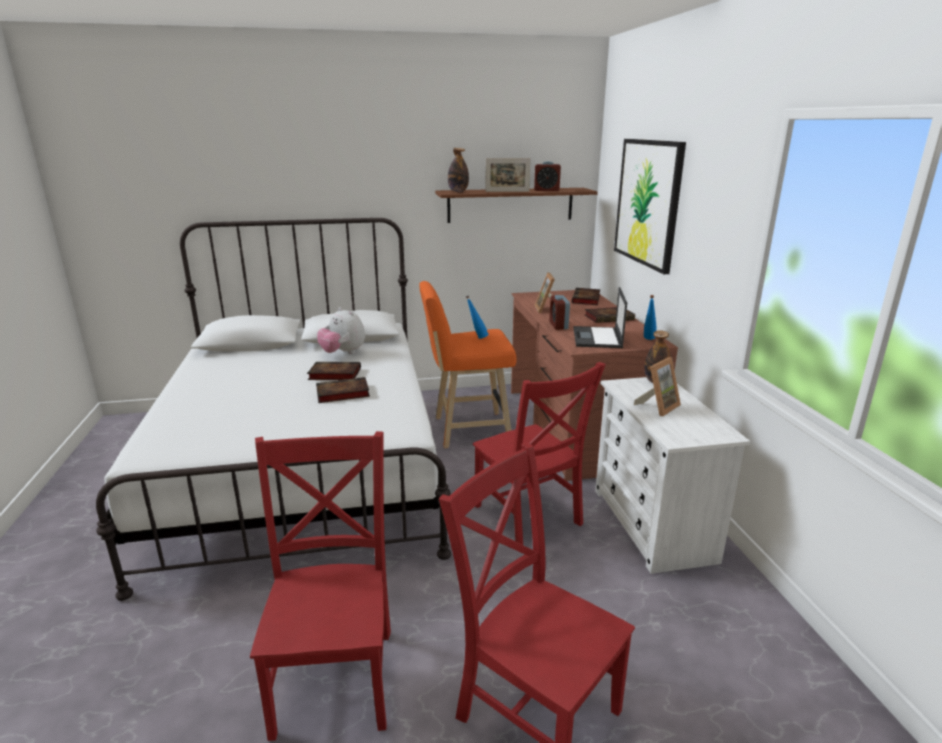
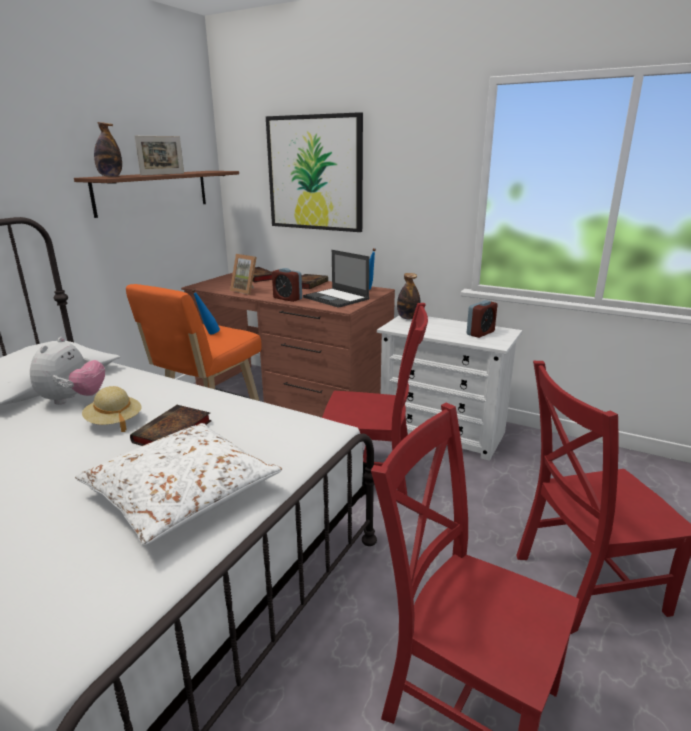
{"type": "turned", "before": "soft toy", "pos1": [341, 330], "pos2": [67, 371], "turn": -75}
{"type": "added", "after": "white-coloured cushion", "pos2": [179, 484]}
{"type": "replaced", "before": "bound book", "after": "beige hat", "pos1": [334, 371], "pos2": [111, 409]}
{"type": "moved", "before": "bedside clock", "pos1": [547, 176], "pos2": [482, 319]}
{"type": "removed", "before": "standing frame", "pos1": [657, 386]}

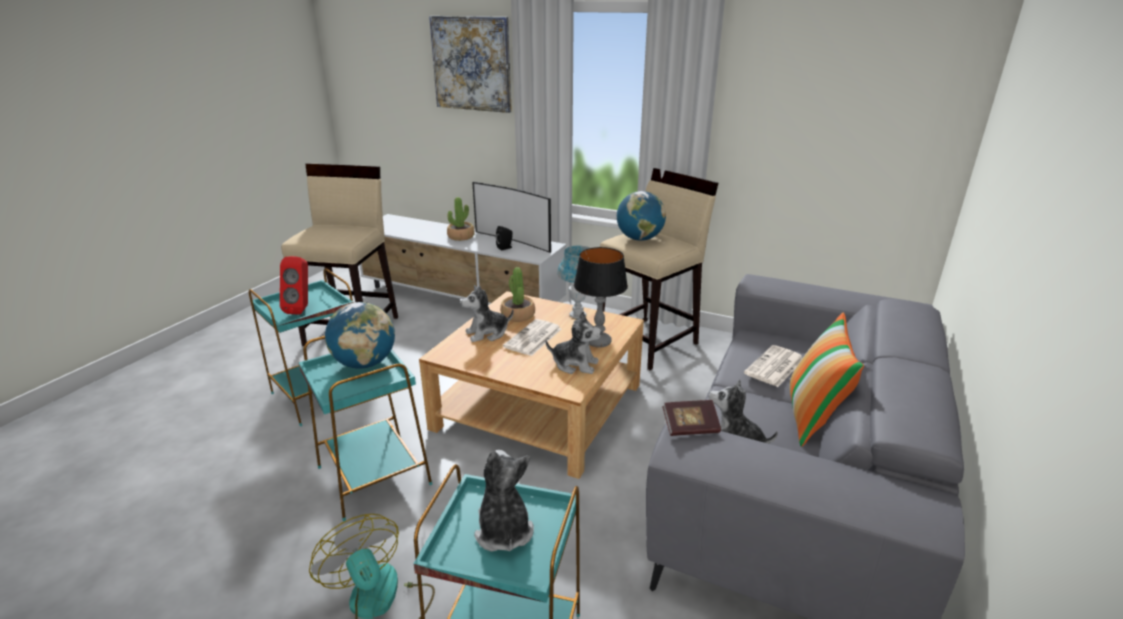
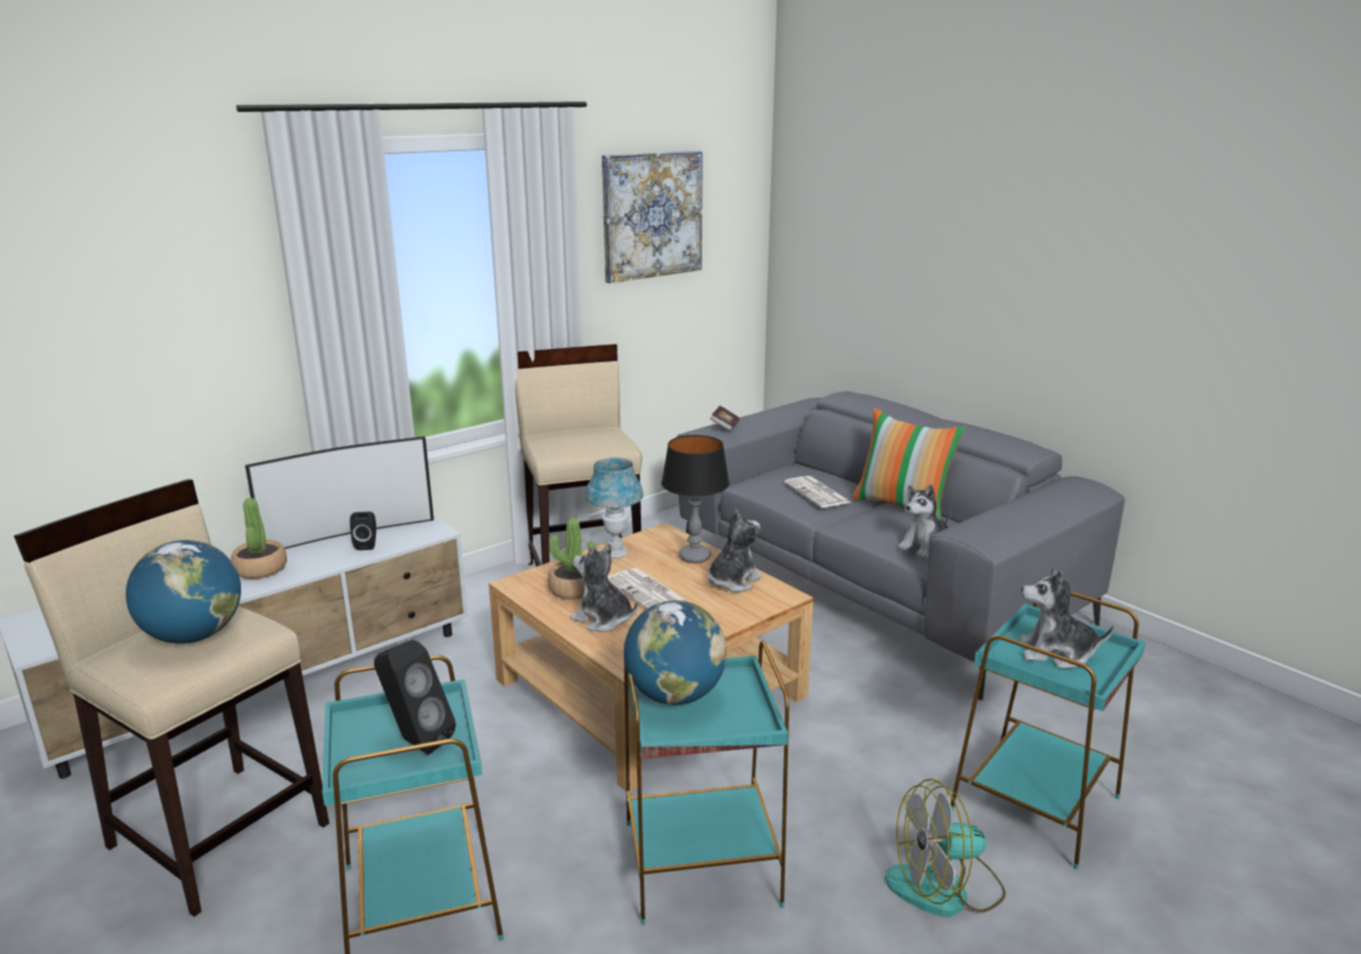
{"type": "moved", "before": "world globe", "pos1": [641, 216], "pos2": [183, 592]}
{"type": "recoloured", "before": "reddish loudspeaker", "after": "black-coloured loudspeaker", "pos1": [294, 285], "pos2": [415, 697]}
{"type": "turned", "before": "soft toy", "pos1": [487, 313], "pos2": [604, 588], "turn": 120}
{"type": "moved", "before": "wall art", "pos1": [470, 64], "pos2": [652, 216]}
{"type": "moved", "before": "bound book", "pos1": [691, 418], "pos2": [725, 418]}

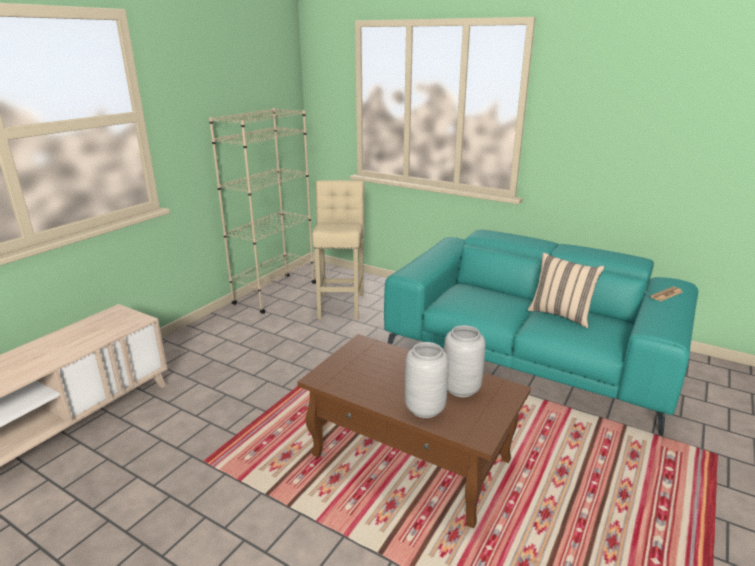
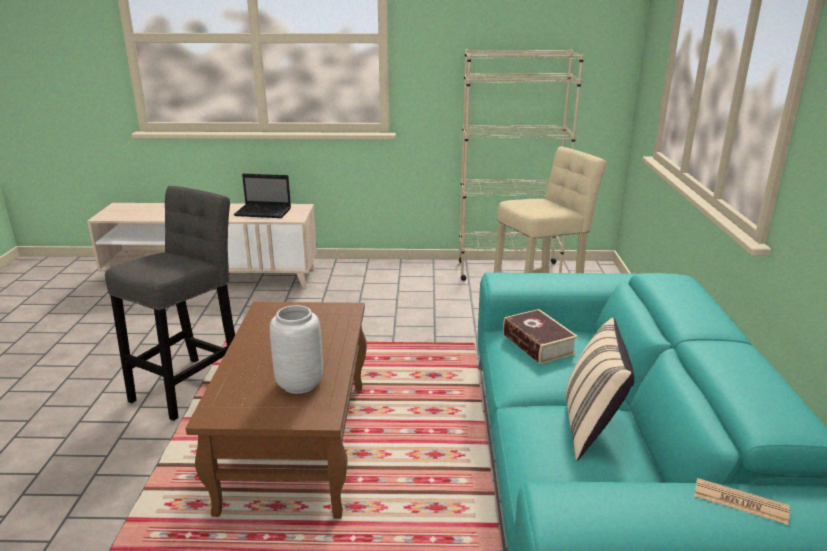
{"type": "added", "after": "grey stool", "pos2": [170, 303]}
{"type": "added", "after": "notebook computer", "pos2": [262, 195]}
{"type": "added", "after": "bound book", "pos2": [540, 336]}
{"type": "removed", "before": "grey vase", "pos1": [427, 380]}

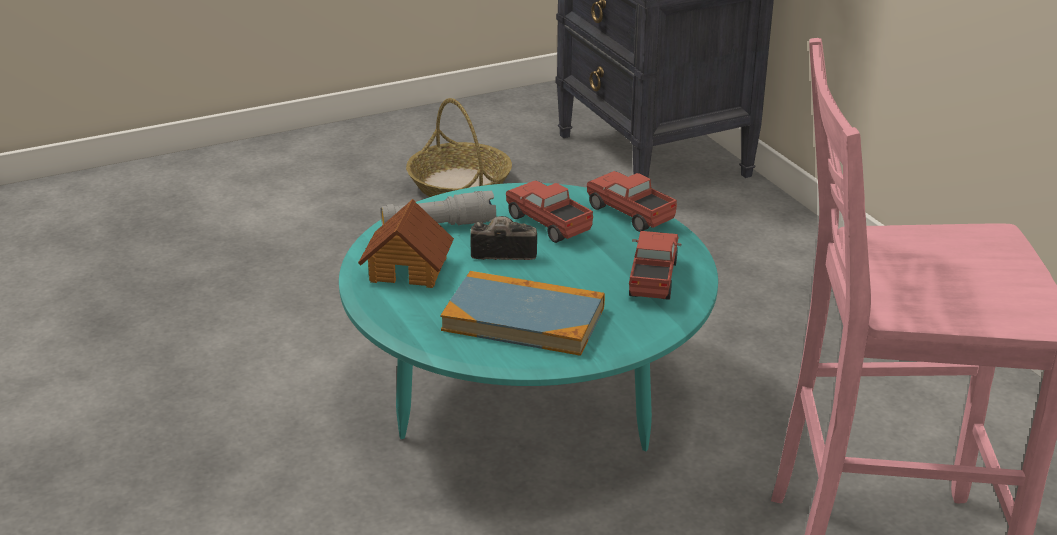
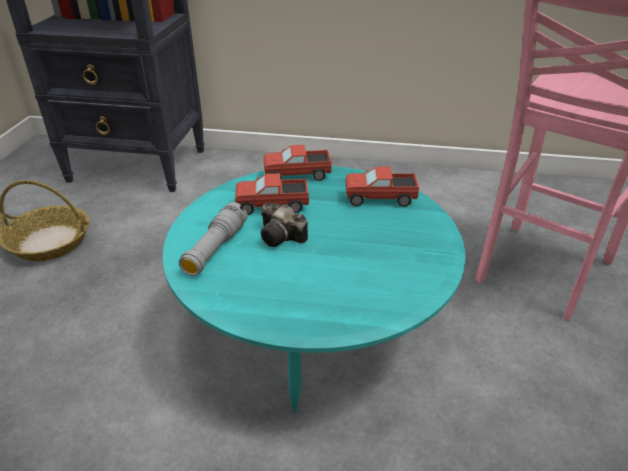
{"type": "turned", "before": "still camera", "pos1": [503, 238], "pos2": [284, 224], "turn": -90}
{"type": "turned", "before": "model truck", "pos1": [655, 265], "pos2": [382, 187], "turn": -45}
{"type": "removed", "before": "miniature house", "pos1": [406, 243]}
{"type": "removed", "before": "bound book", "pos1": [522, 313]}

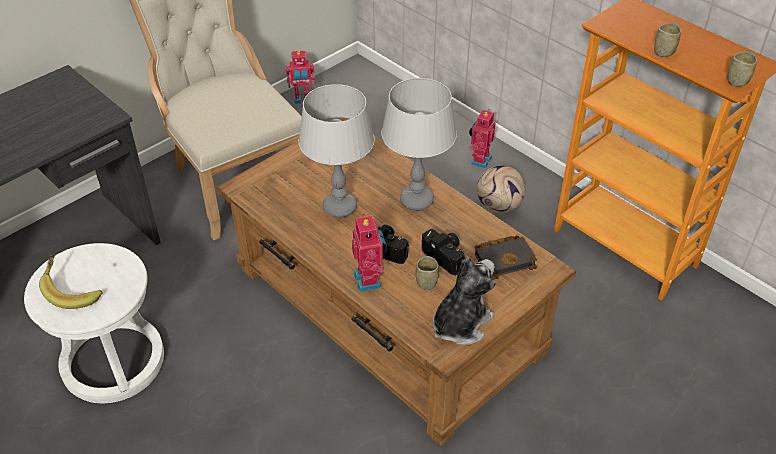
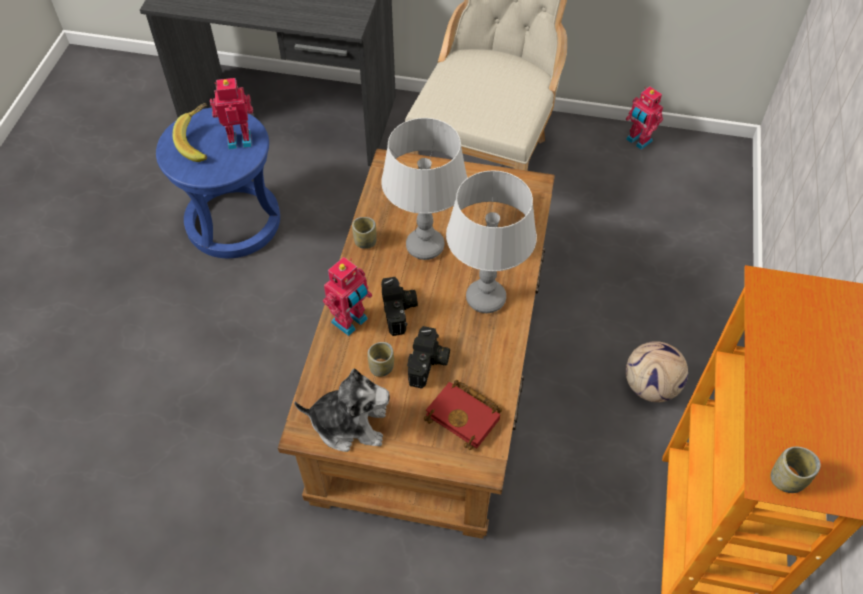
{"type": "recoloured", "before": "white-coloured stool", "after": "blue-coloured stool", "pos1": [94, 323], "pos2": [218, 183]}
{"type": "moved", "before": "robot figure", "pos1": [482, 138], "pos2": [231, 114]}
{"type": "moved", "before": "cup", "pos1": [667, 40], "pos2": [364, 233]}
{"type": "recoloured", "before": "black-coloured bound book", "after": "reddish bound book", "pos1": [506, 257], "pos2": [463, 415]}

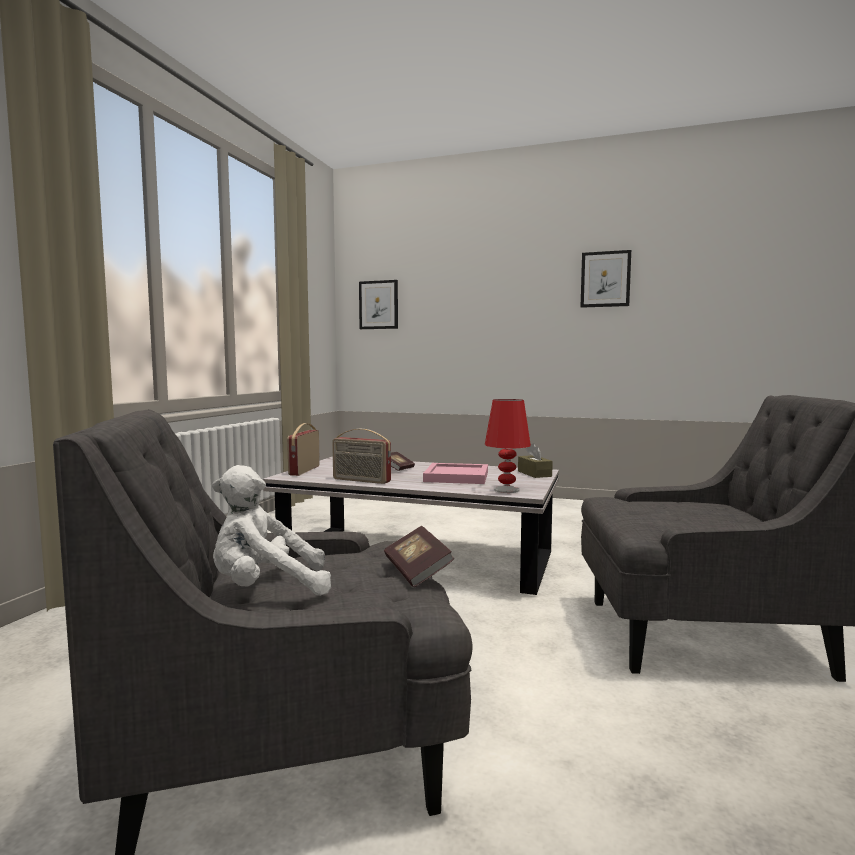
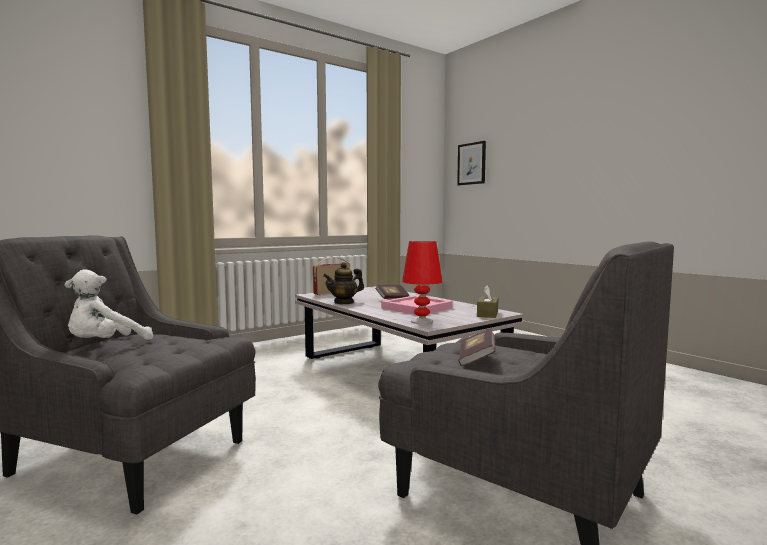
{"type": "turned", "before": "white-coloured soft toy", "pos1": [271, 530], "pos2": [109, 304], "turn": -75}
{"type": "replaced", "before": "radio set", "after": "tea pot", "pos1": [361, 456], "pos2": [343, 283]}
{"type": "moved", "before": "bound book", "pos1": [419, 556], "pos2": [477, 347]}
{"type": "removed", "before": "wall art", "pos1": [605, 279]}

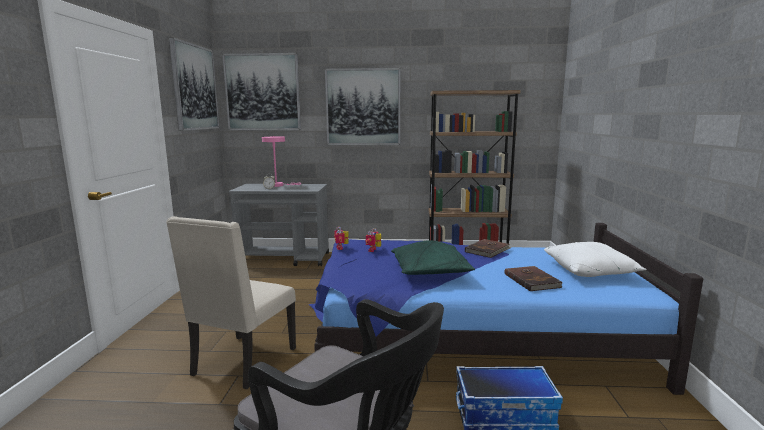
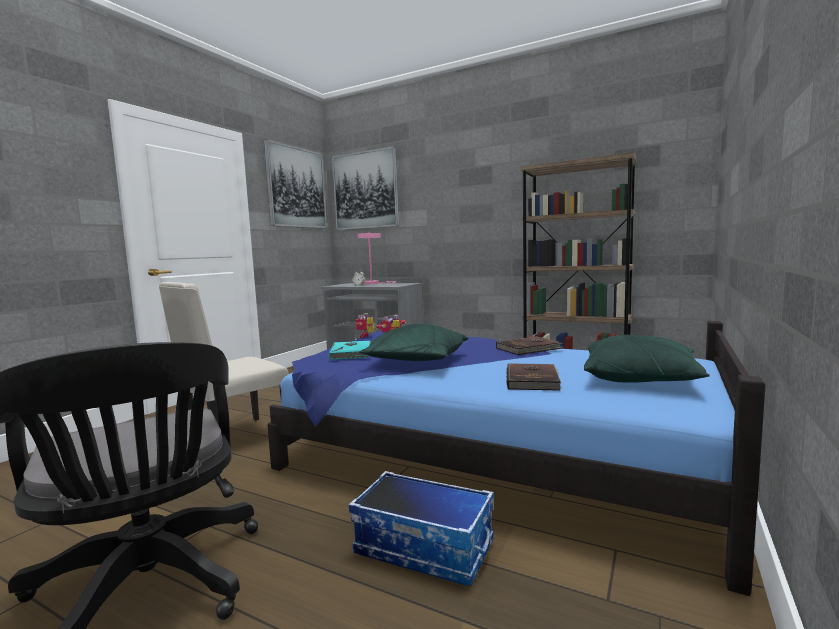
{"type": "added", "after": "blue-green bound book", "pos2": [350, 350]}
{"type": "recoloured", "before": "white-coloured cushion", "after": "green-coloured cushion", "pos1": [595, 259], "pos2": [647, 359]}
{"type": "removed", "before": "wall art", "pos1": [363, 106]}

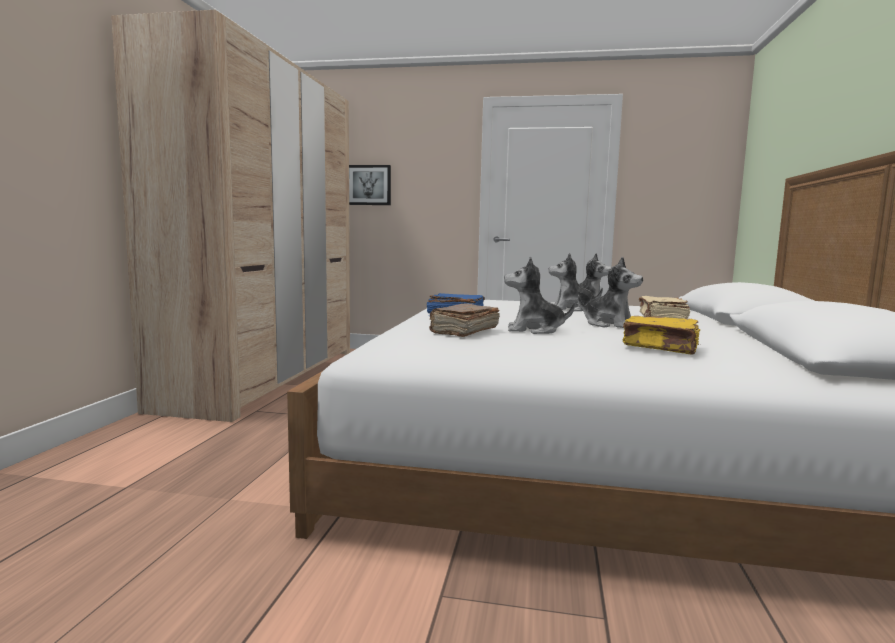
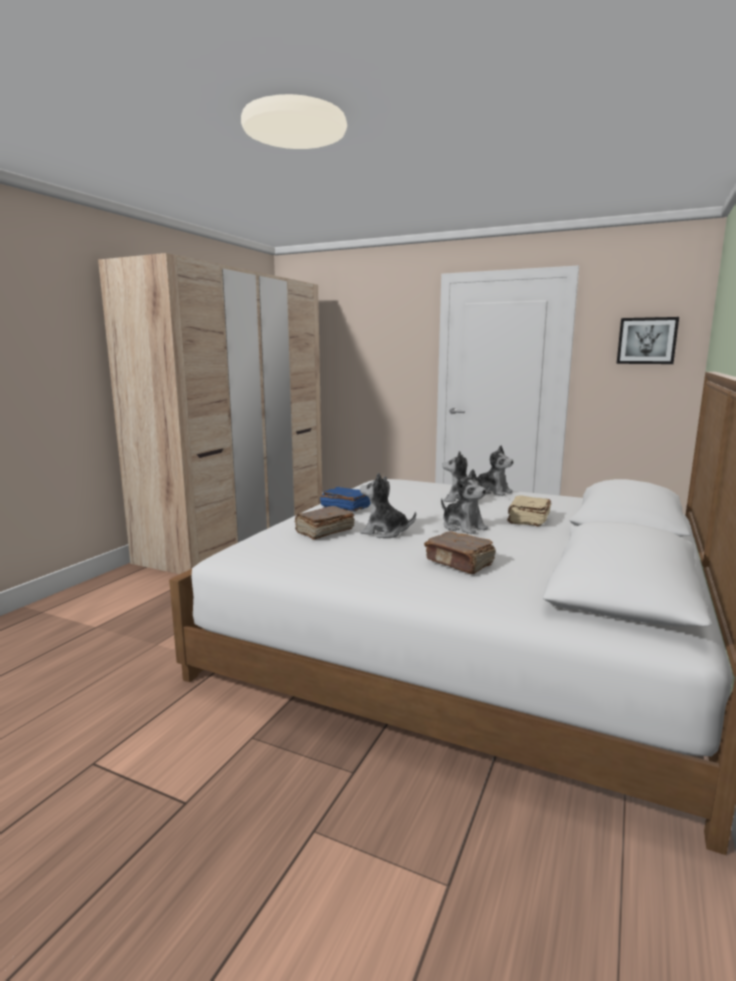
{"type": "recoloured", "before": "yellow bound book", "after": "brown bound book", "pos1": [661, 335], "pos2": [460, 552]}
{"type": "moved", "before": "wall art", "pos1": [370, 185], "pos2": [648, 340]}

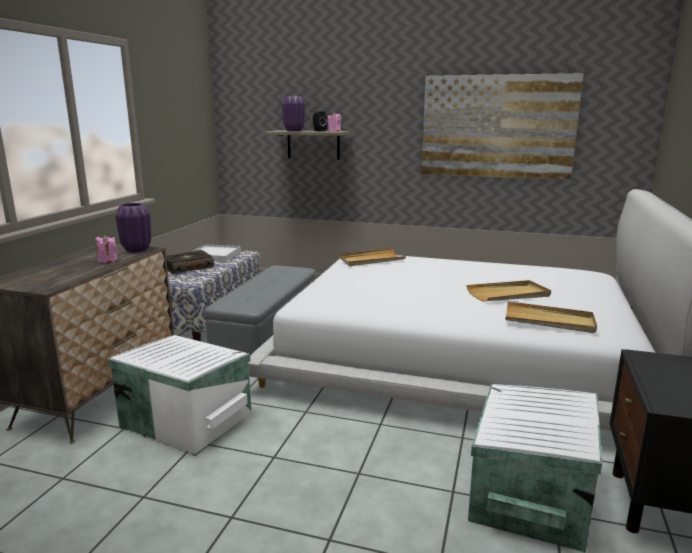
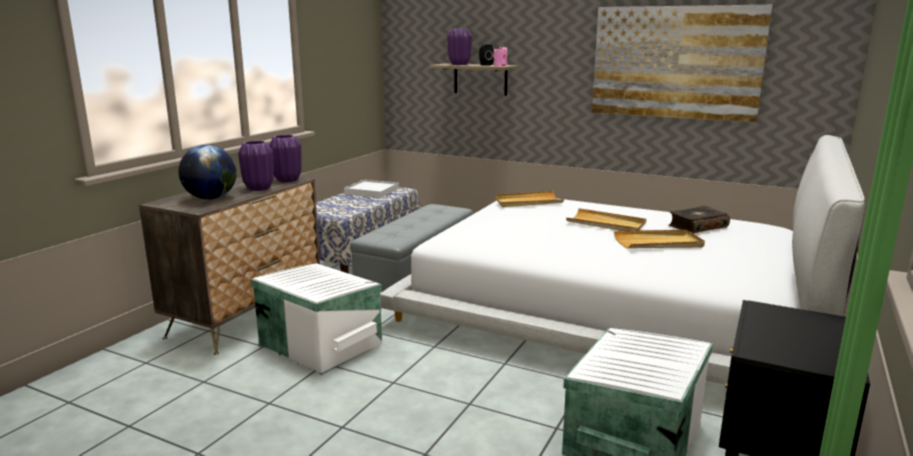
{"type": "added", "after": "world globe", "pos2": [207, 172]}
{"type": "replaced", "before": "pink-coloured candle", "after": "purple-coloured vase", "pos1": [106, 249], "pos2": [256, 166]}
{"type": "moved", "before": "beige carrying tray", "pos1": [551, 317], "pos2": [606, 219]}
{"type": "moved", "before": "bound book", "pos1": [190, 262], "pos2": [699, 219]}

